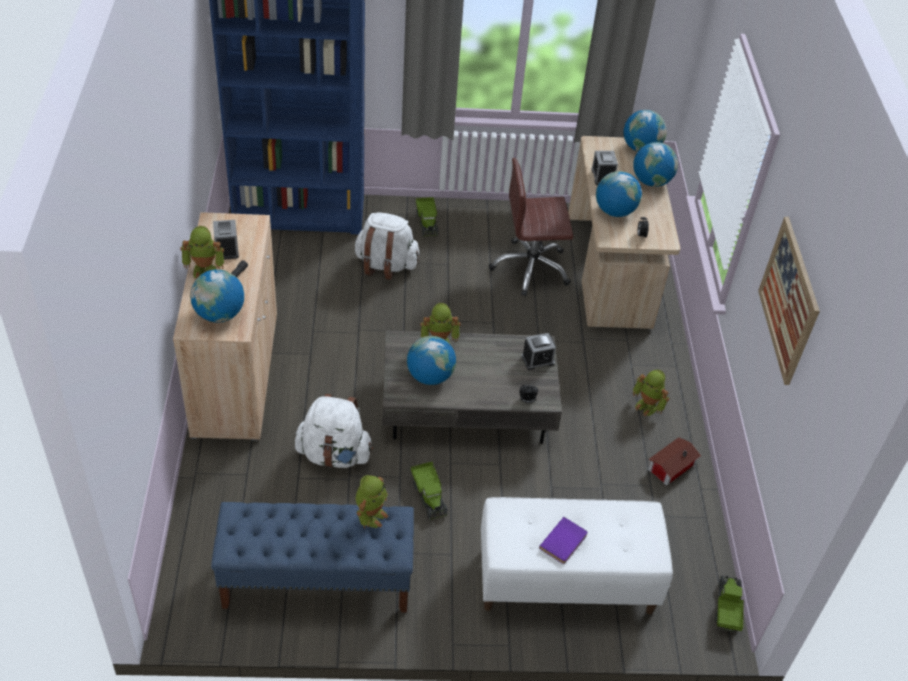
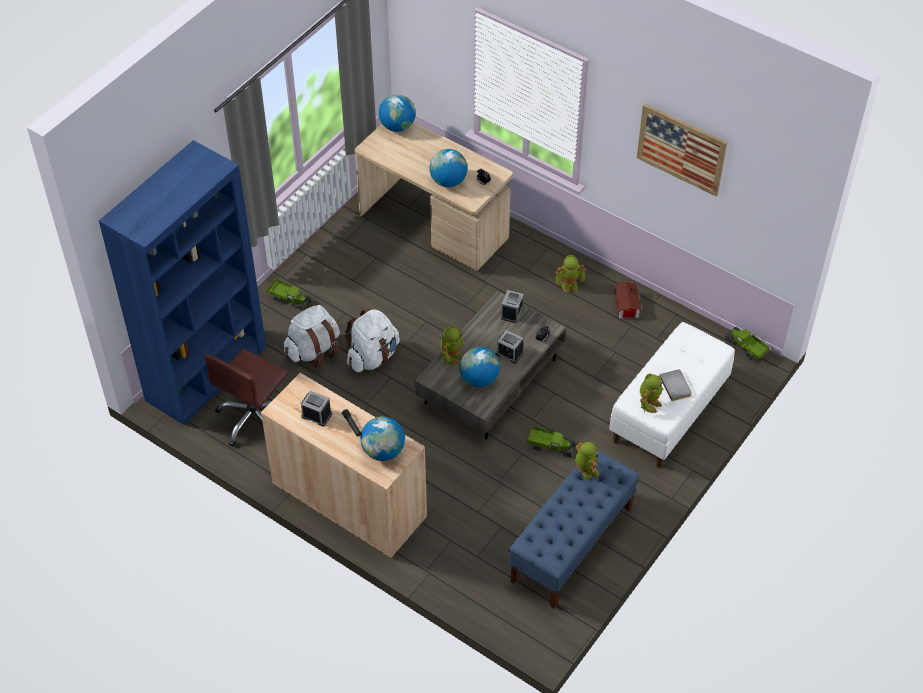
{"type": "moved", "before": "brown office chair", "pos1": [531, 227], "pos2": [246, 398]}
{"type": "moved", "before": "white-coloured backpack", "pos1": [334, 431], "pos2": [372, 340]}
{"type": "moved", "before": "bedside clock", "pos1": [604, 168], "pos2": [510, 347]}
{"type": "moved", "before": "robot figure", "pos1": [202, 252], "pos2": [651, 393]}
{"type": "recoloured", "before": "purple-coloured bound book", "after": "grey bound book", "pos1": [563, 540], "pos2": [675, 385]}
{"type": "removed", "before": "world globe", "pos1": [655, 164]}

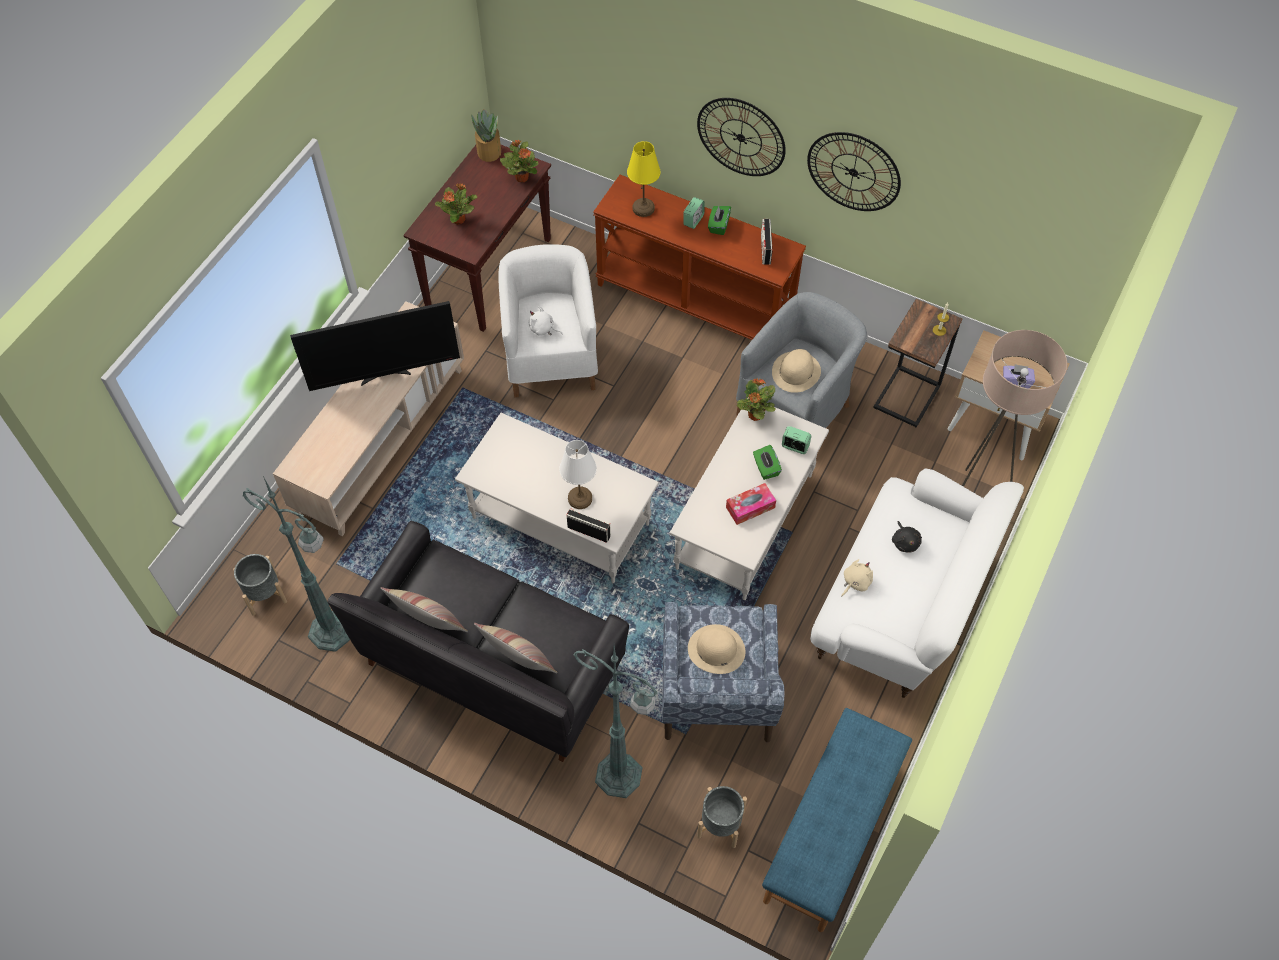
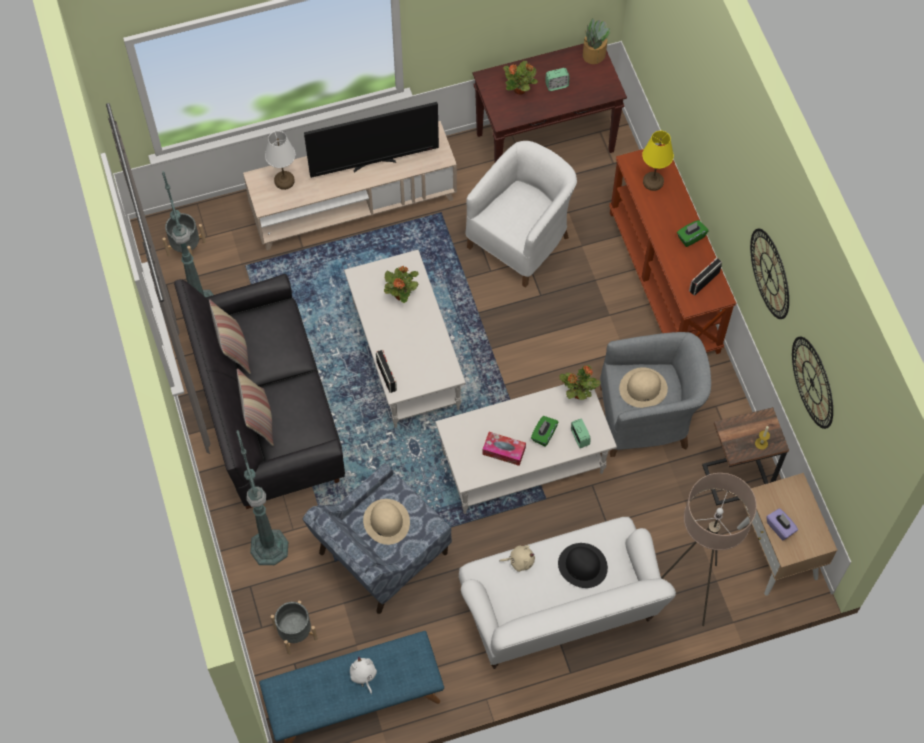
{"type": "moved", "before": "white-coloured tabletop lamp", "pos1": [578, 474], "pos2": [280, 160]}
{"type": "turned", "before": "television", "pos1": [375, 346], "pos2": [371, 140], "turn": -45}
{"type": "moved", "before": "white-coloured soft toy", "pos1": [546, 321], "pos2": [363, 675]}
{"type": "moved", "before": "houseplant", "pos1": [519, 161], "pos2": [401, 284]}
{"type": "moved", "before": "bedside clock", "pos1": [694, 213], "pos2": [557, 79]}
{"type": "replaced", "before": "black-coloured soft toy", "after": "black-coloured hat", "pos1": [907, 537], "pos2": [583, 565]}
{"type": "moved", "before": "clock on the wall", "pos1": [741, 137], "pos2": [812, 383]}

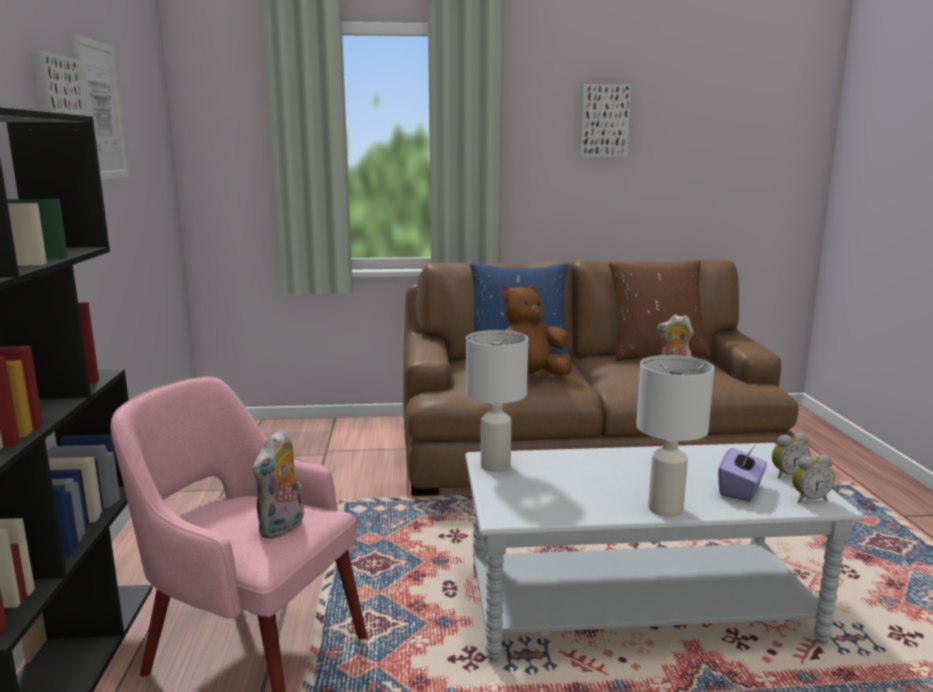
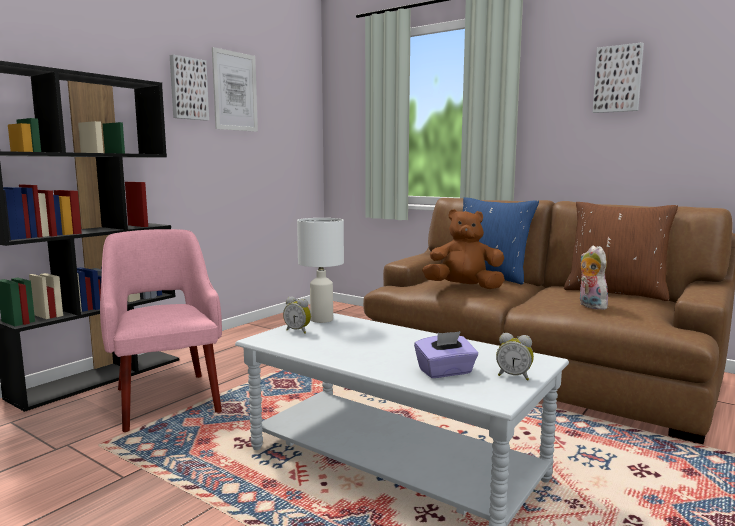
{"type": "moved", "before": "bedside clock", "pos1": [813, 479], "pos2": [297, 315]}
{"type": "removed", "before": "soft toy", "pos1": [278, 484]}
{"type": "removed", "before": "white-coloured tabletop lamp", "pos1": [675, 436]}

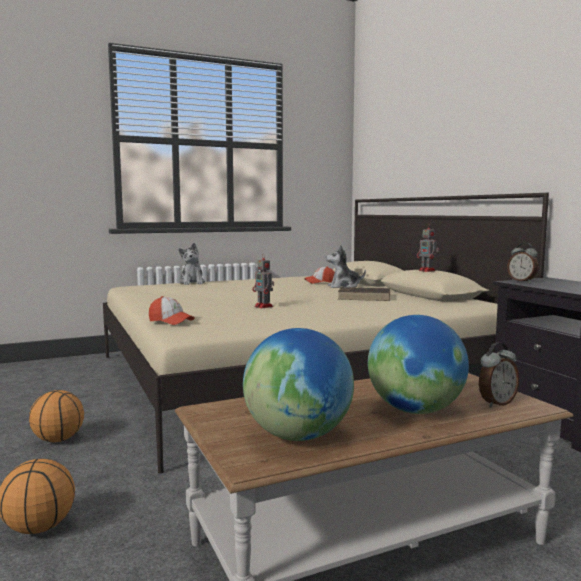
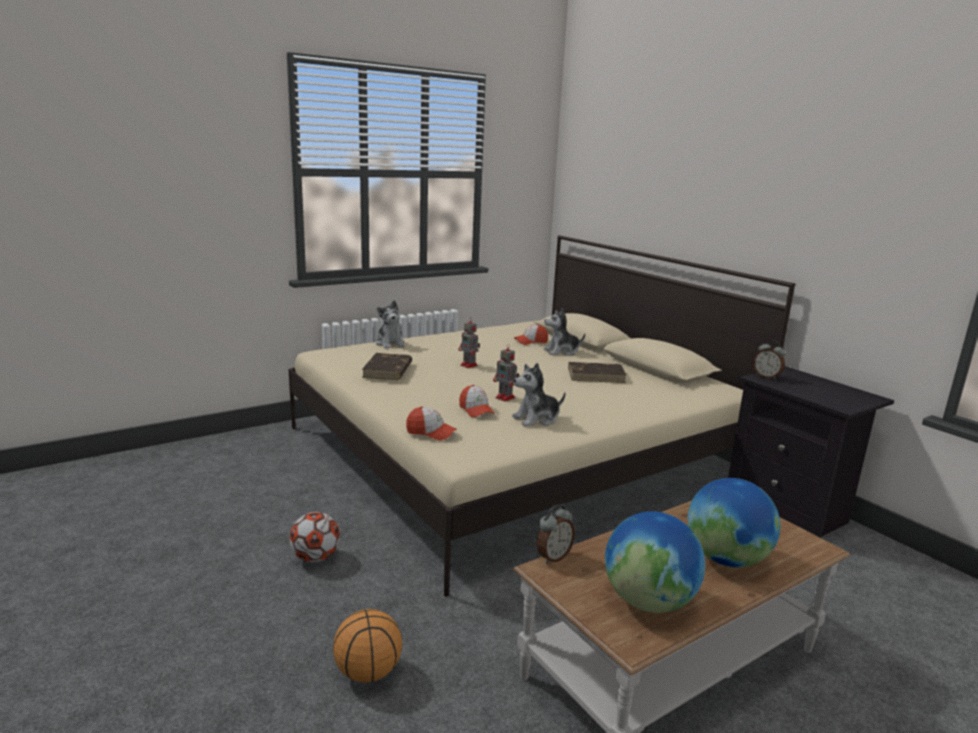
{"type": "replaced", "before": "ball for basketball", "after": "football ball", "pos1": [56, 416], "pos2": [314, 537]}
{"type": "added", "after": "brown bound book", "pos2": [387, 366]}
{"type": "moved", "before": "robot figure", "pos1": [428, 248], "pos2": [469, 343]}
{"type": "added", "after": "baseball cap", "pos2": [477, 401]}
{"type": "added", "after": "soft toy", "pos2": [539, 395]}
{"type": "moved", "before": "bedside clock", "pos1": [499, 374], "pos2": [556, 534]}

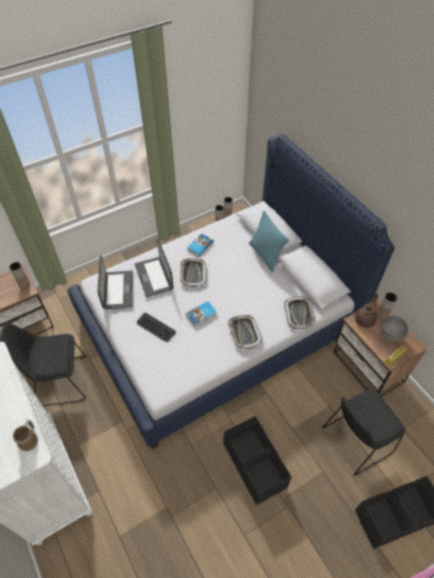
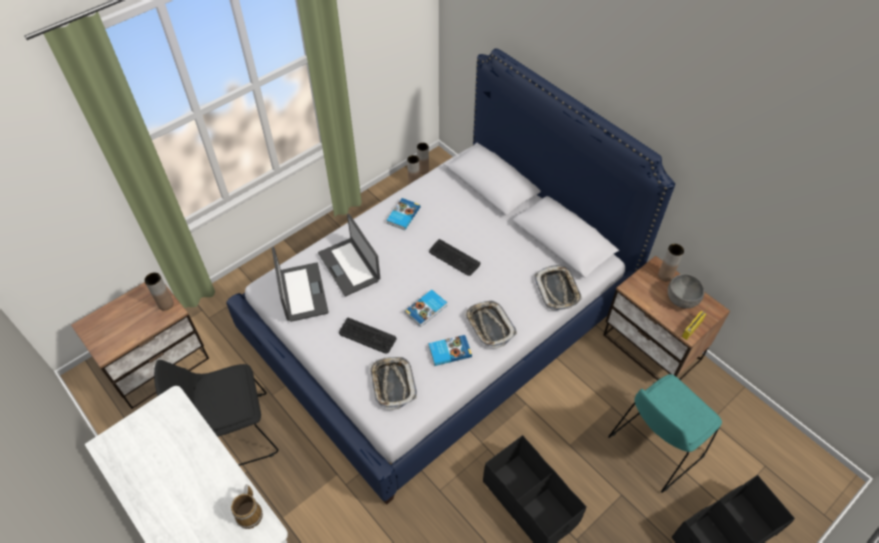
{"type": "moved", "before": "carrying tray", "pos1": [193, 273], "pos2": [393, 383]}
{"type": "added", "after": "bound book", "pos2": [450, 350]}
{"type": "added", "after": "computer keyboard", "pos2": [454, 257]}
{"type": "recoloured", "before": "black-coloured plain chair", "after": "blue-green plain chair", "pos1": [364, 432], "pos2": [665, 433]}
{"type": "removed", "before": "blue-green cushion", "pos1": [269, 242]}
{"type": "removed", "before": "brown tea pot", "pos1": [366, 310]}

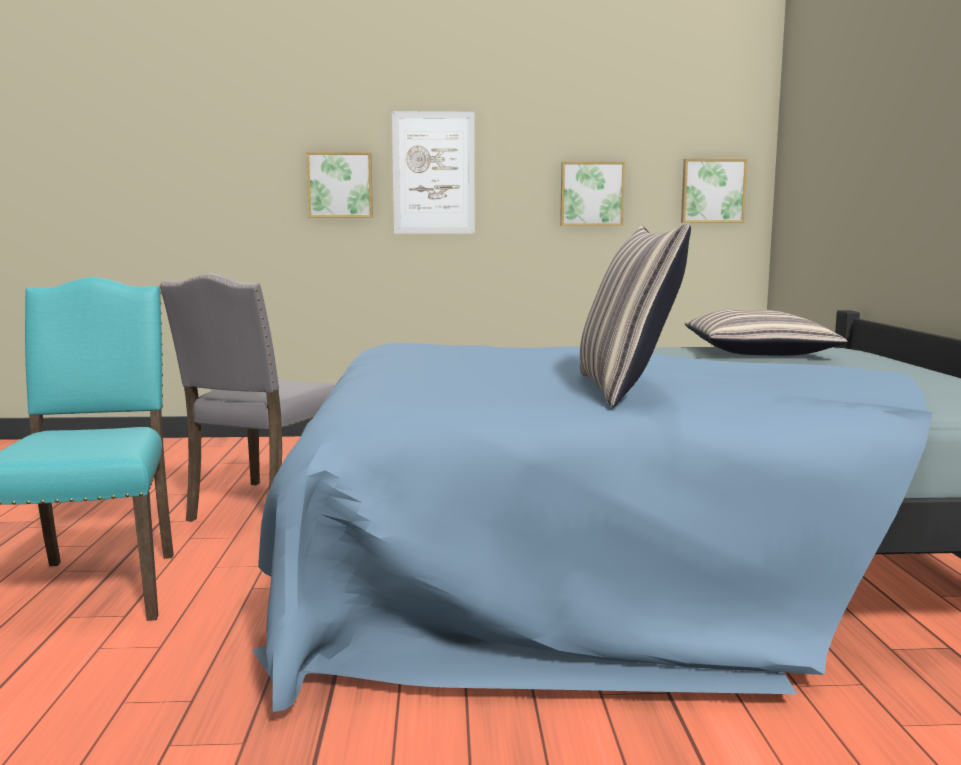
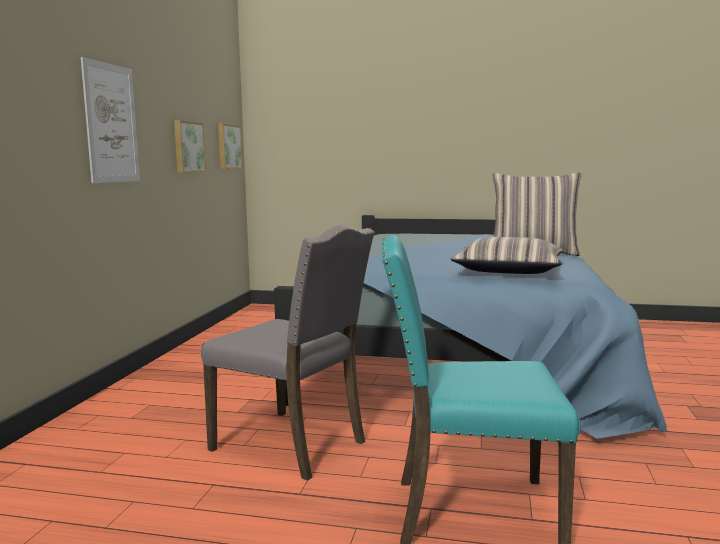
{"type": "moved", "before": "cushion", "pos1": [766, 332], "pos2": [506, 255]}
{"type": "removed", "before": "wall art", "pos1": [339, 185]}

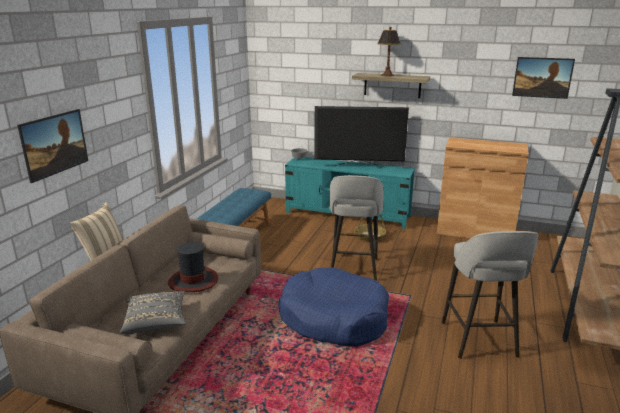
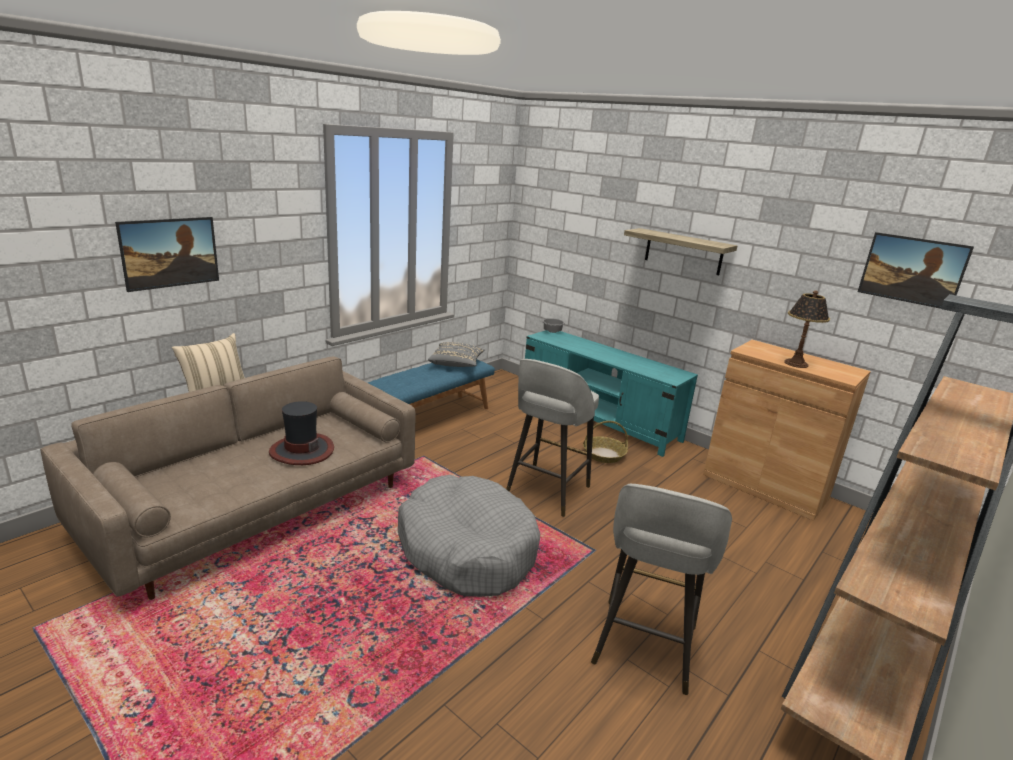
{"type": "recoloured", "before": "blue-coloured dog bed", "after": "grey dog bed", "pos1": [333, 307], "pos2": [469, 536]}
{"type": "moved", "before": "grey cushion", "pos1": [153, 312], "pos2": [456, 354]}
{"type": "moved", "before": "tabletop lamp", "pos1": [389, 52], "pos2": [807, 329]}
{"type": "removed", "before": "television", "pos1": [361, 137]}

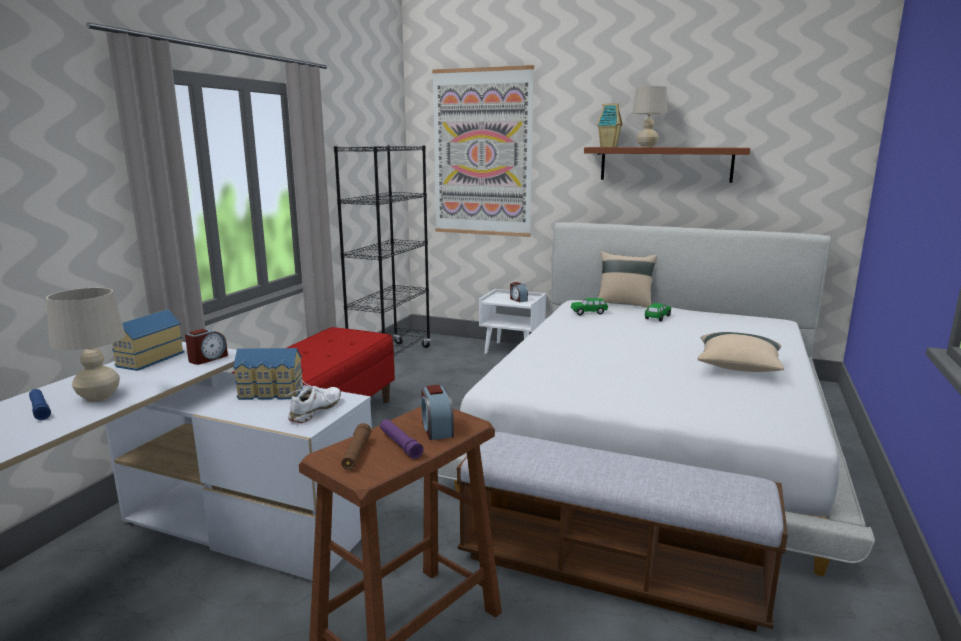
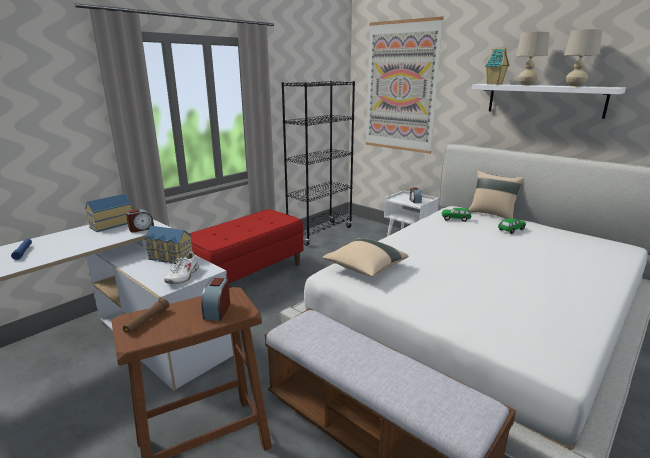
{"type": "turned", "before": "white-coloured item of footwear", "pos1": [313, 401], "pos2": [181, 267], "turn": 150}
{"type": "moved", "before": "beige cushion", "pos1": [740, 352], "pos2": [365, 257]}
{"type": "recoloured", "before": "brown bracket shelf", "after": "white-coloured bracket shelf", "pos1": [667, 165], "pos2": [549, 101]}
{"type": "moved", "before": "beige tabletop lamp", "pos1": [85, 345], "pos2": [583, 58]}
{"type": "removed", "before": "purple-coloured hand torch", "pos1": [402, 439]}

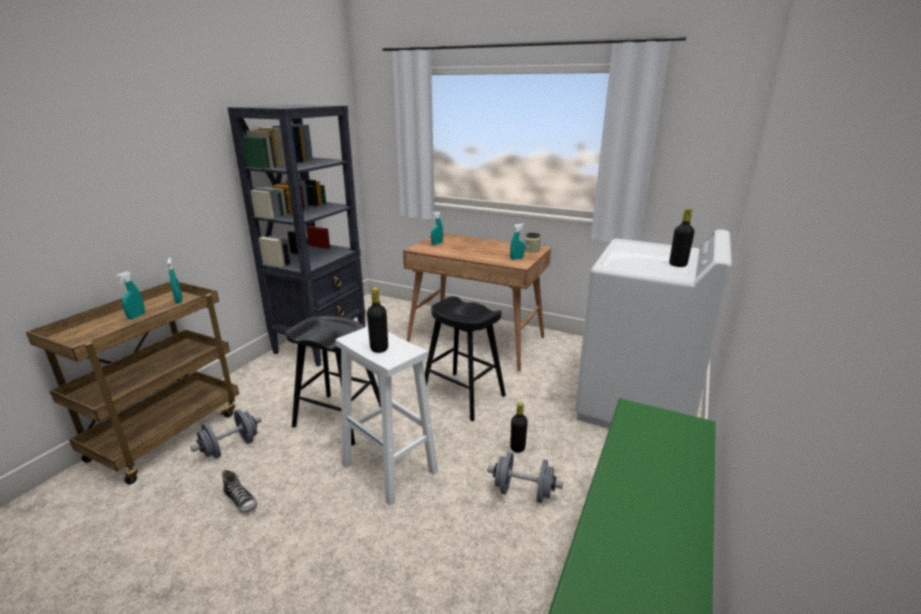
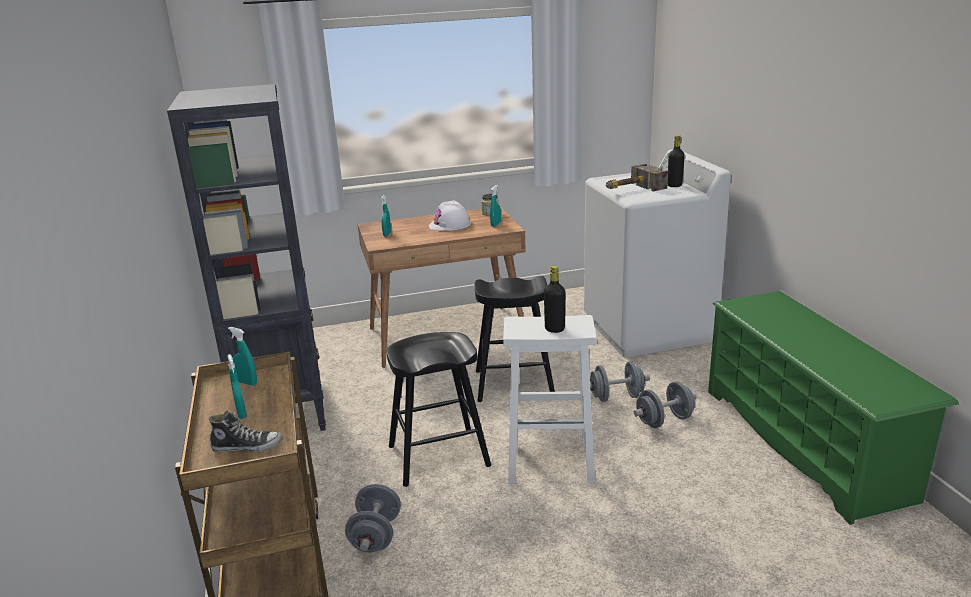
{"type": "moved", "before": "item of footwear", "pos1": [239, 491], "pos2": [246, 431]}
{"type": "added", "after": "white-coloured hard hat", "pos2": [450, 215]}
{"type": "replaced", "before": "black-coloured drink bottle", "after": "grey hand weight", "pos1": [519, 427], "pos2": [620, 382]}
{"type": "added", "after": "hammer", "pos2": [637, 177]}

